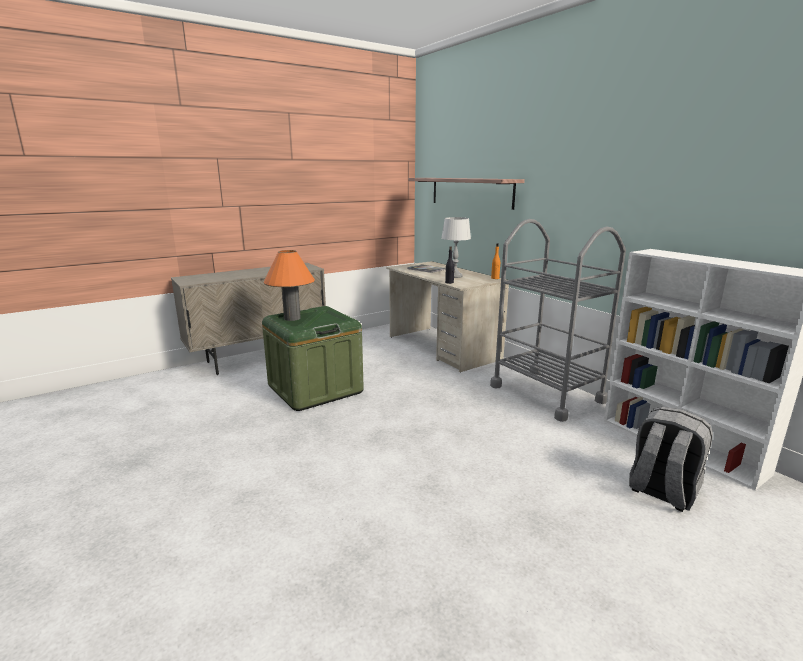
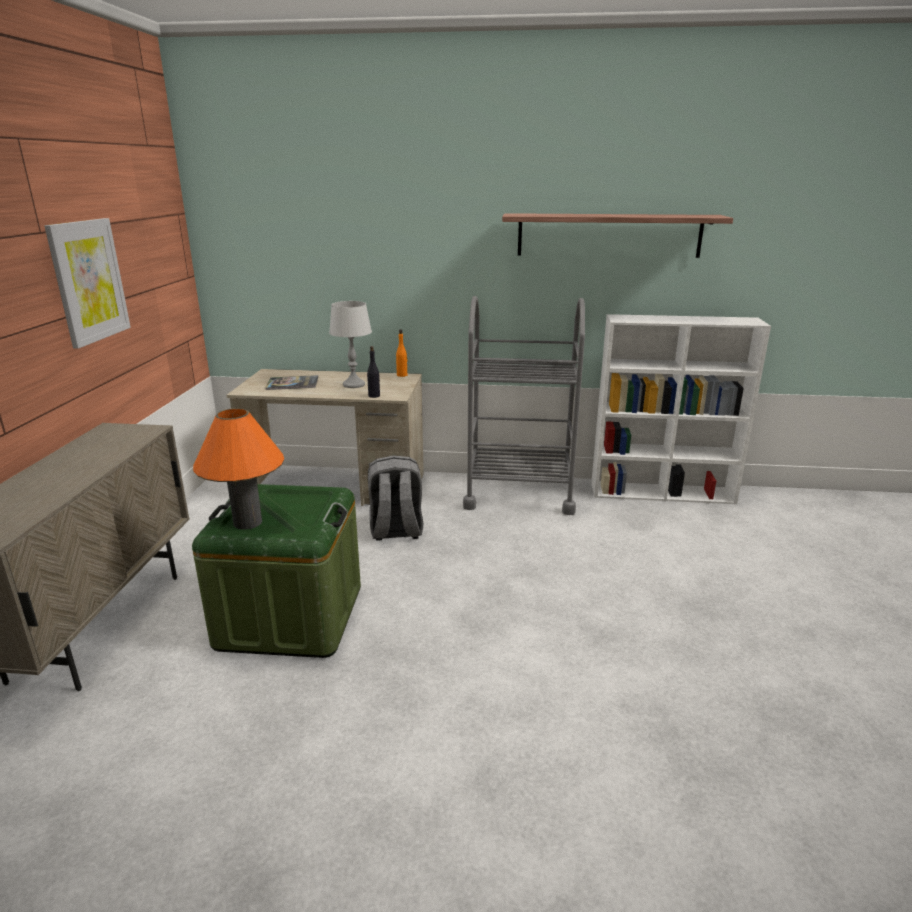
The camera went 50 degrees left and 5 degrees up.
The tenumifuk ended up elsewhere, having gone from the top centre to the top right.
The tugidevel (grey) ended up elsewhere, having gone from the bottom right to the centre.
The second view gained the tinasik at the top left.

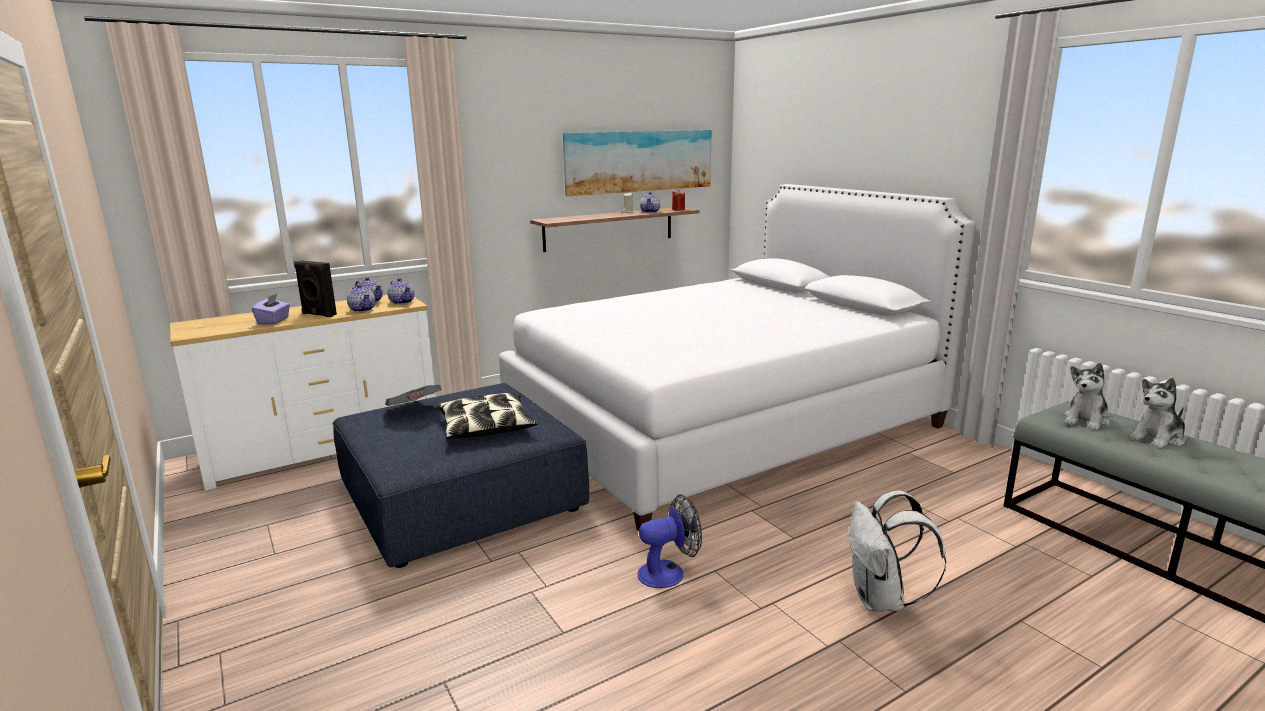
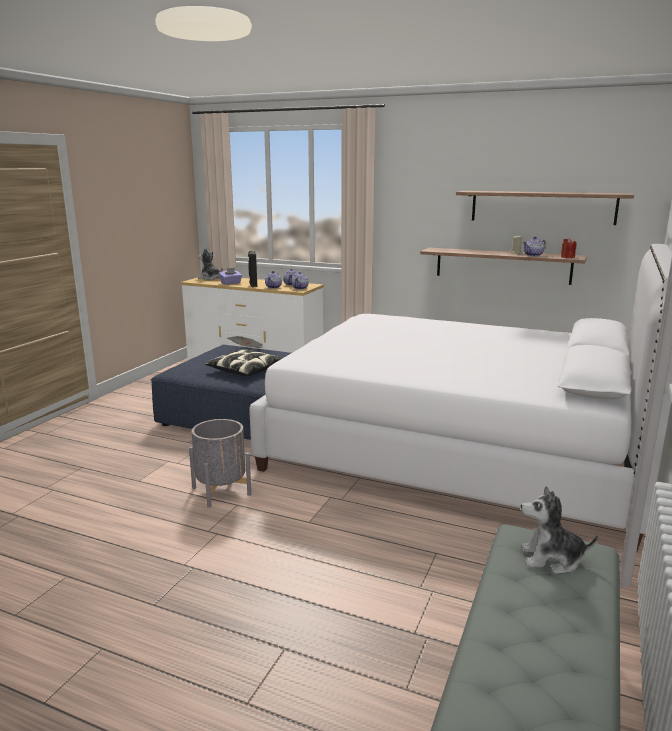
The camera went 55 degrees right and 0 degrees up.
Where the tinasik hung at the top centre, the tenumifuk (2nd from left) came to hang at the top right.
Where the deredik stood at the bottom centre, the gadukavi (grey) came to stand at the middle left.
The second view lost the tugidevel (white) at the bottom right.
The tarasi (2nd from left in the first image) ended up elsewhere, having gone from the middle right to the middle left.

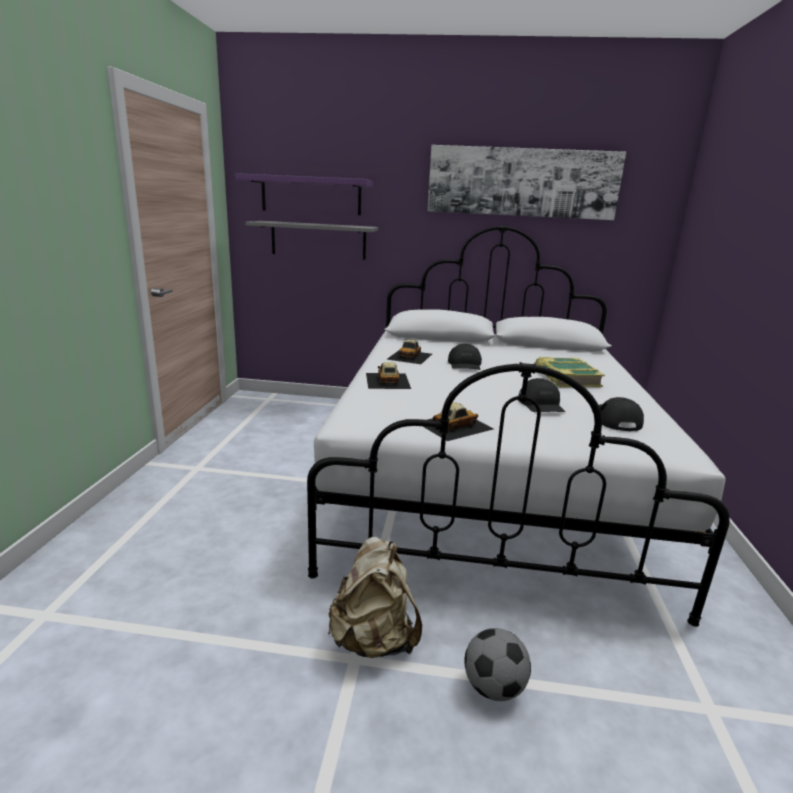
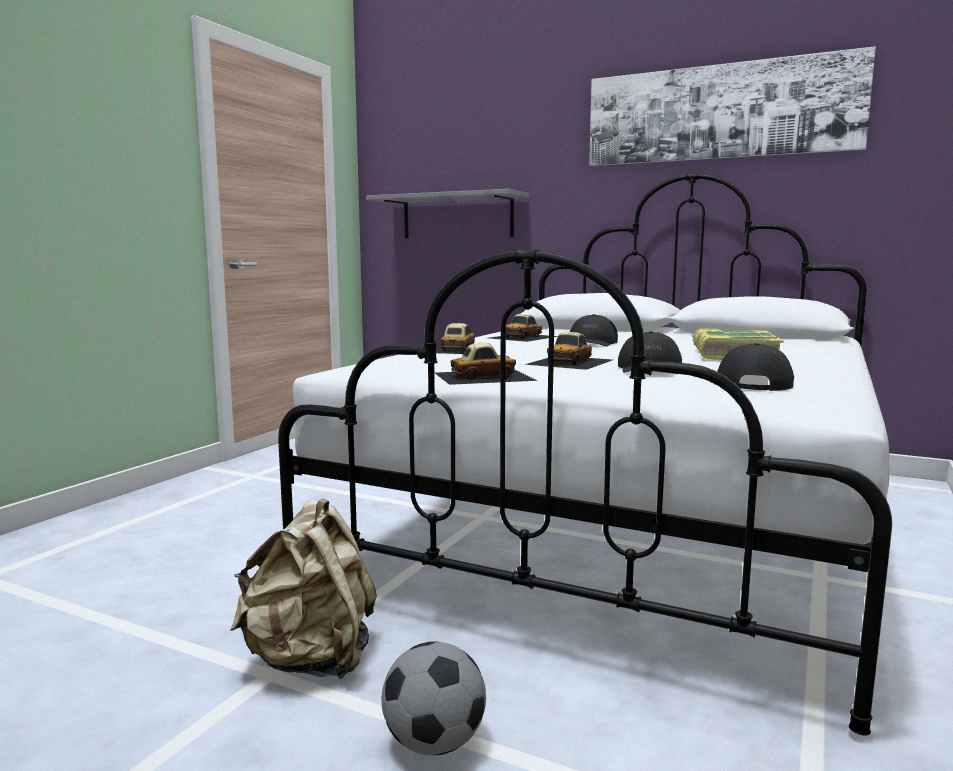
The camera went 20 degrees right and 10 degrees down.
The second view lost the tenumifuk (purple) at the top centre.
The second view gained the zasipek (4th from left) at the centre.

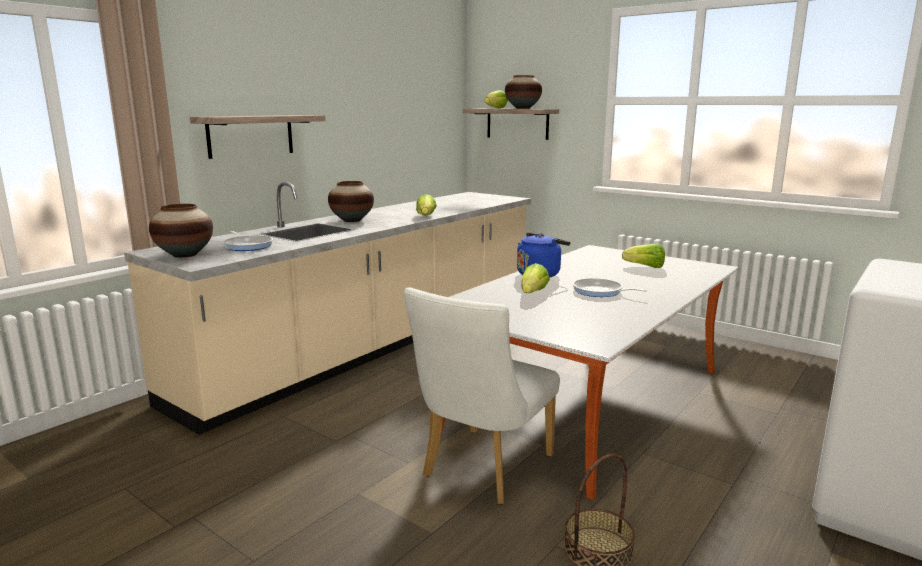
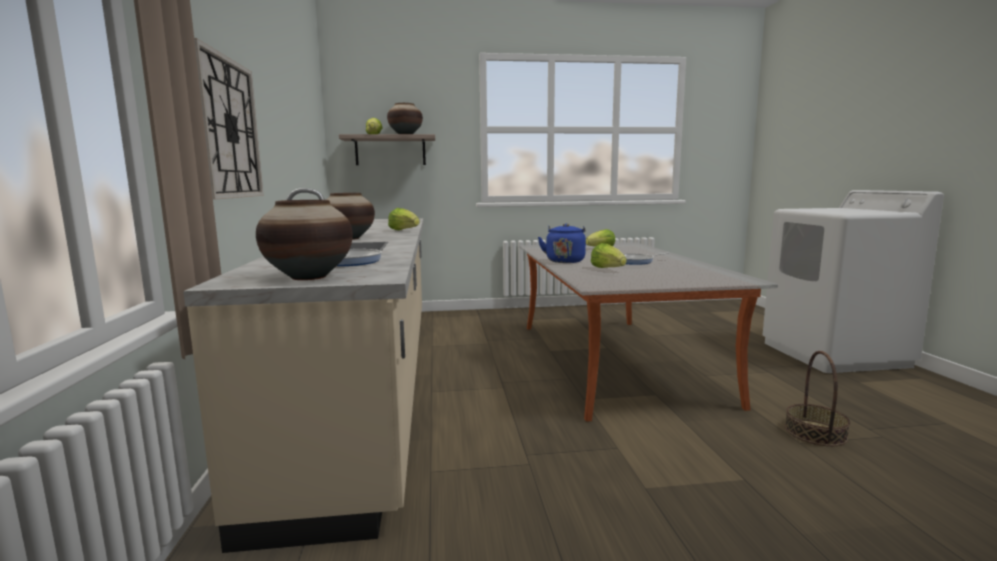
The camera went 45 degrees left and 5 degrees down.
Where the tenumifuk (1st from left) hung at the top left, the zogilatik came to hang at the top left.
The second view lost the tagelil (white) at the bottom centre.

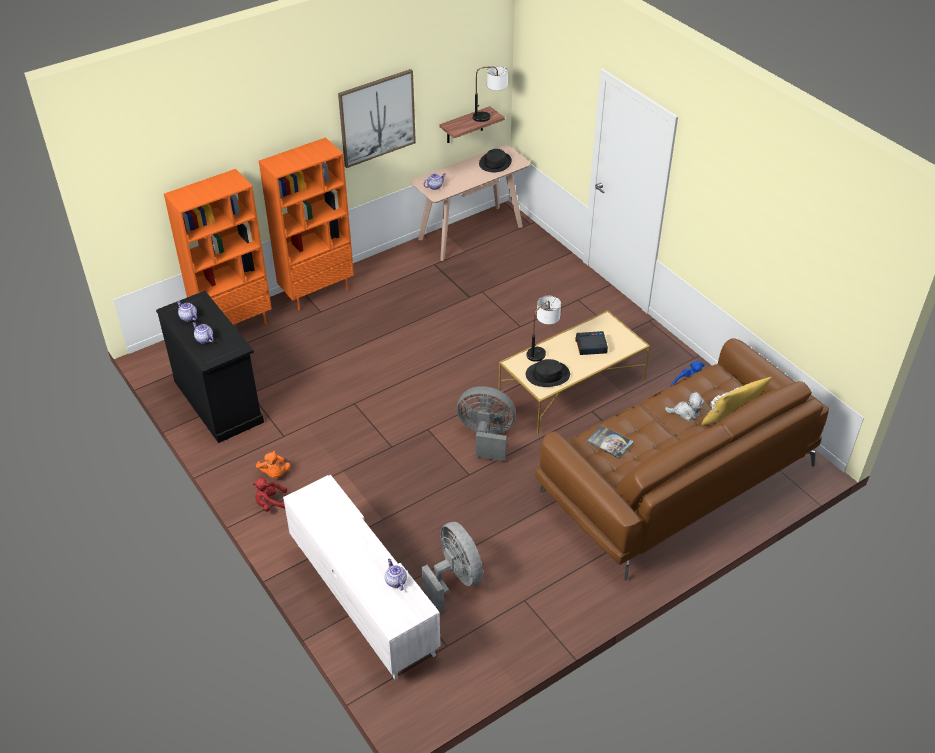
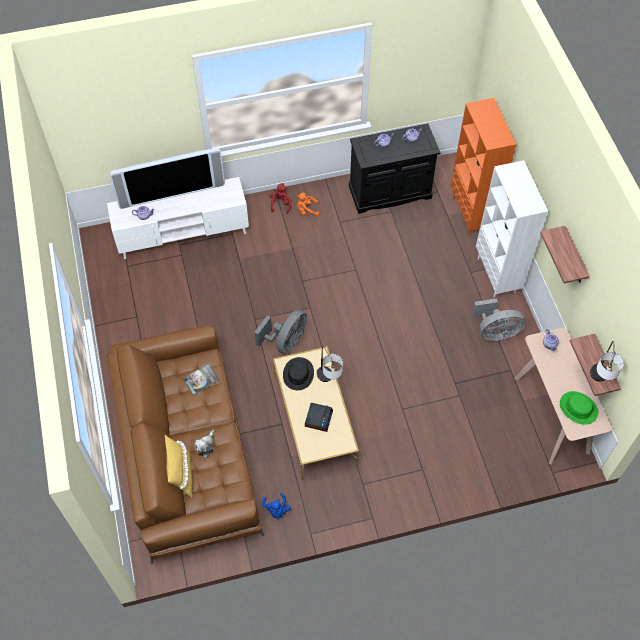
The camera went 110 degrees right and 15 degrees up.
What was the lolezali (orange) (2nd from left) at the top left turned into the lolezali (white) at the middle right.
Where the tinasik hung at the top centre, the tenumifuk (1st from left) came to hang at the middle right.
The deredik (grey) (1st from left in the first image) ended up elsewhere, having gone from the bottom centre to the middle right.
What was the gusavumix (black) (1st from left) at the top centre turned into the gusavumix (green) at the middle right.
The second view gained the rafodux at the top left.

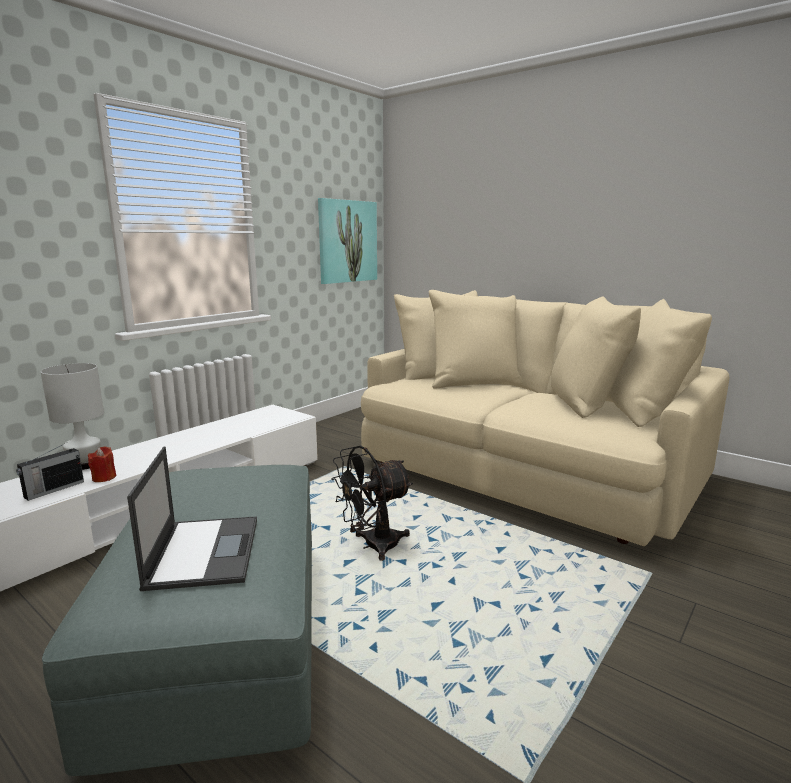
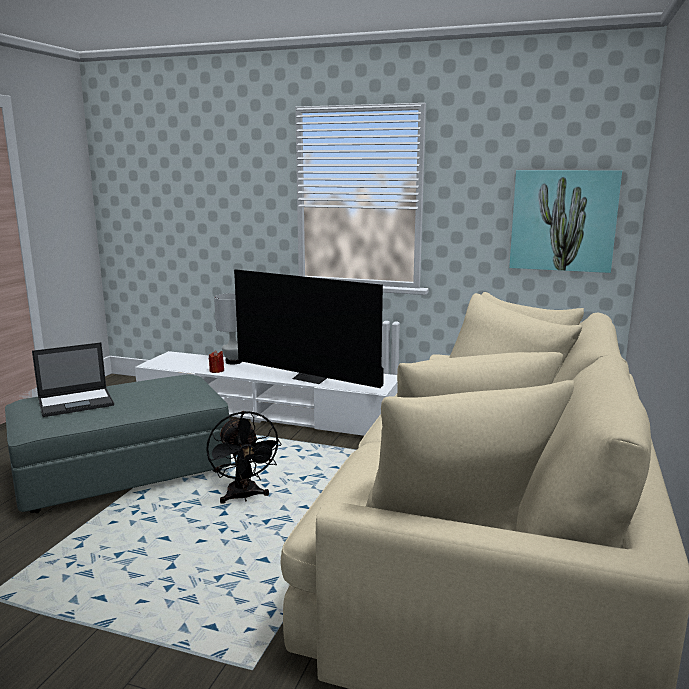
The camera went 70 degrees right and 0 degrees up.
The second view lost the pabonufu at the middle left.
The deredik (black) at the centre ended up facing another way, 150 degrees counterclockwise from before.
The second view gained the rafodux at the centre.

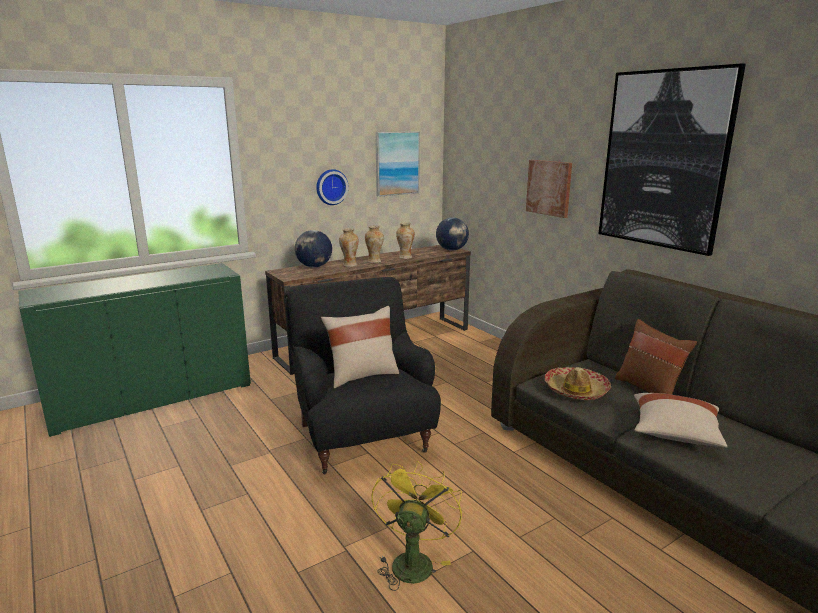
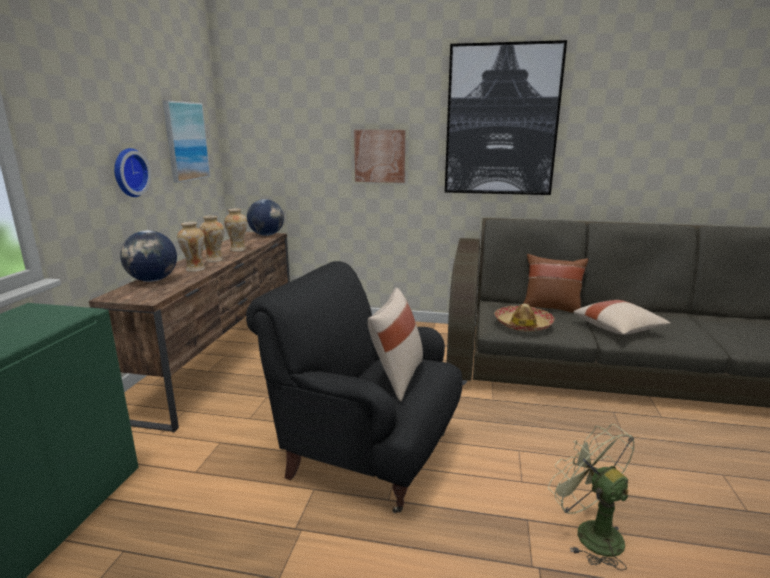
The camera went 45 degrees left and 0 degrees up.
What was the deredik (yellow) at the bottom centre turned into the deredik (green) at the bottom right.

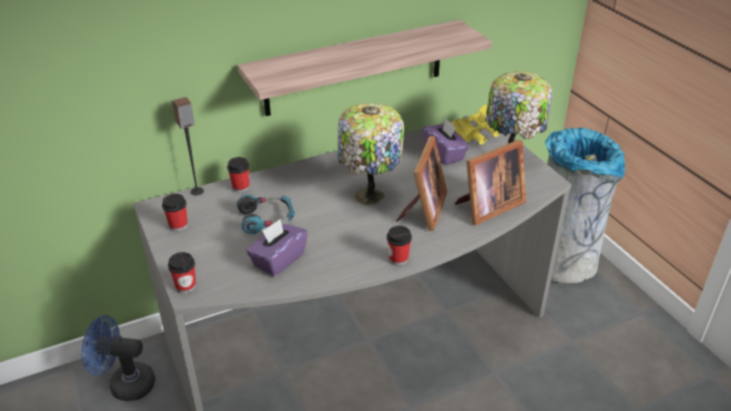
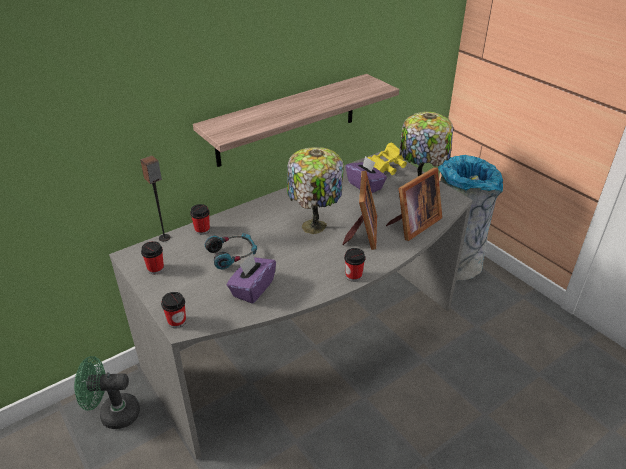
The camera went 10 degrees left and 0 degrees up.
What was the deredik (blue) at the bottom left turned into the deredik (green) at the bottom left.

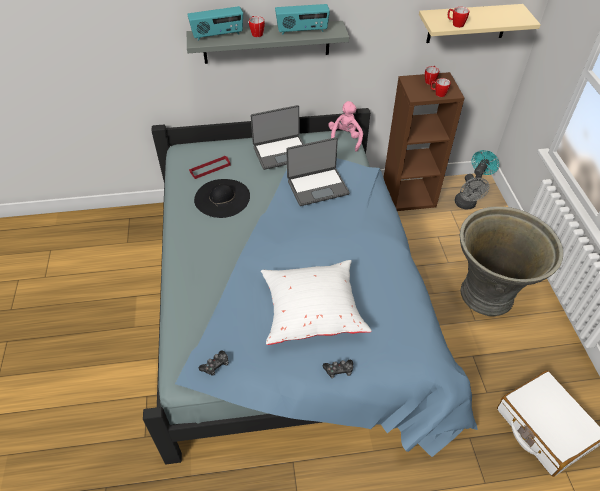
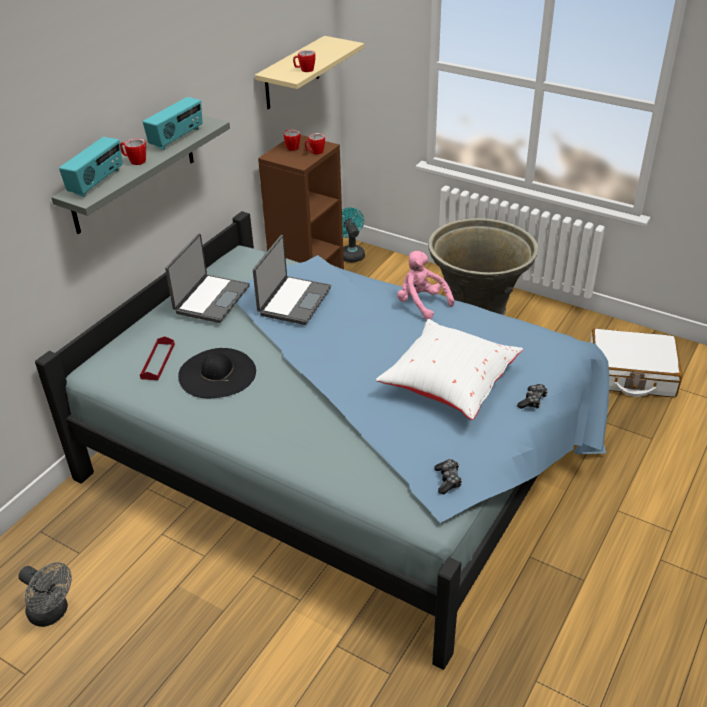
The camera went 50 degrees left and 10 degrees down.
The tarasi (pink) ended up elsewhere, having gone from the top centre to the centre.
The deredik (grey) ended up elsewhere, having gone from the middle right to the bottom left.

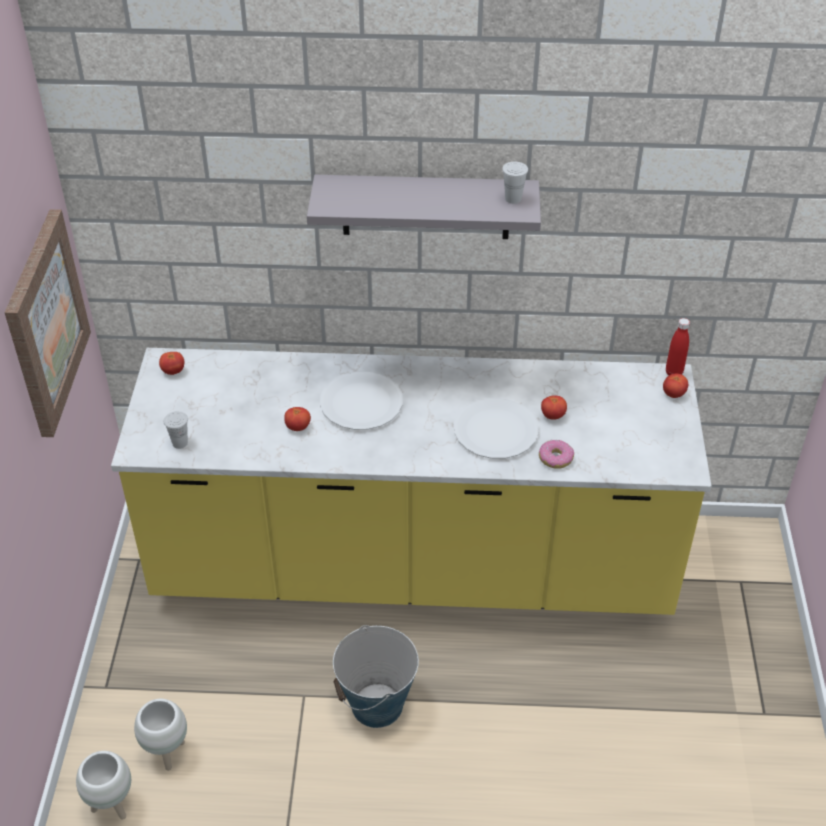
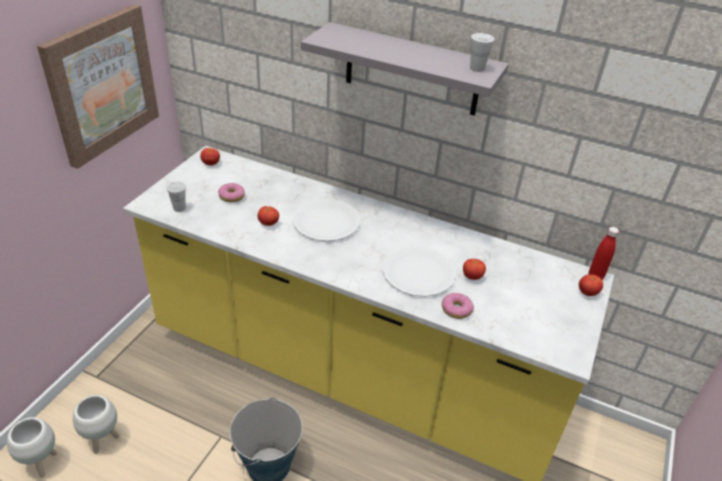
The camera went 20 degrees right and 5 degrees down.
The second view gained the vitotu (1st from left) at the middle left.

